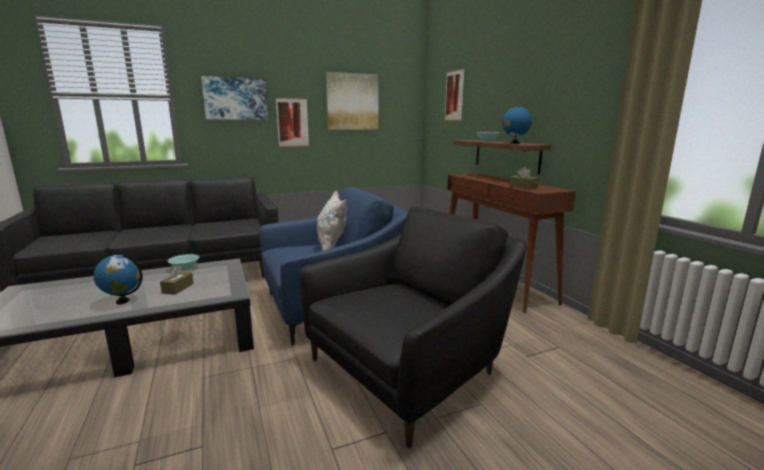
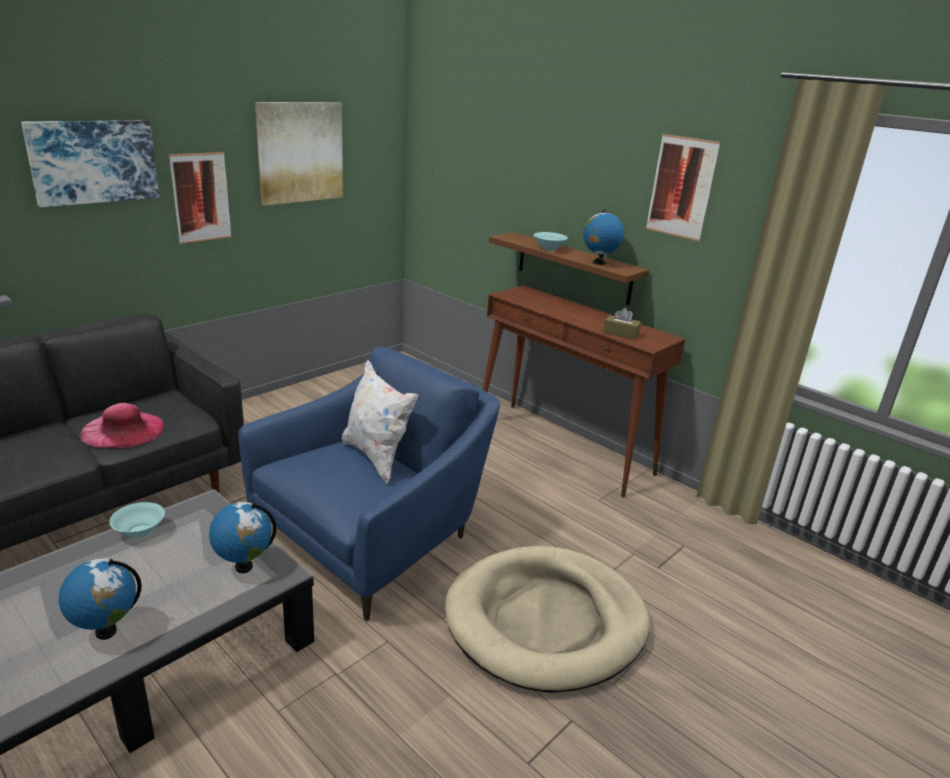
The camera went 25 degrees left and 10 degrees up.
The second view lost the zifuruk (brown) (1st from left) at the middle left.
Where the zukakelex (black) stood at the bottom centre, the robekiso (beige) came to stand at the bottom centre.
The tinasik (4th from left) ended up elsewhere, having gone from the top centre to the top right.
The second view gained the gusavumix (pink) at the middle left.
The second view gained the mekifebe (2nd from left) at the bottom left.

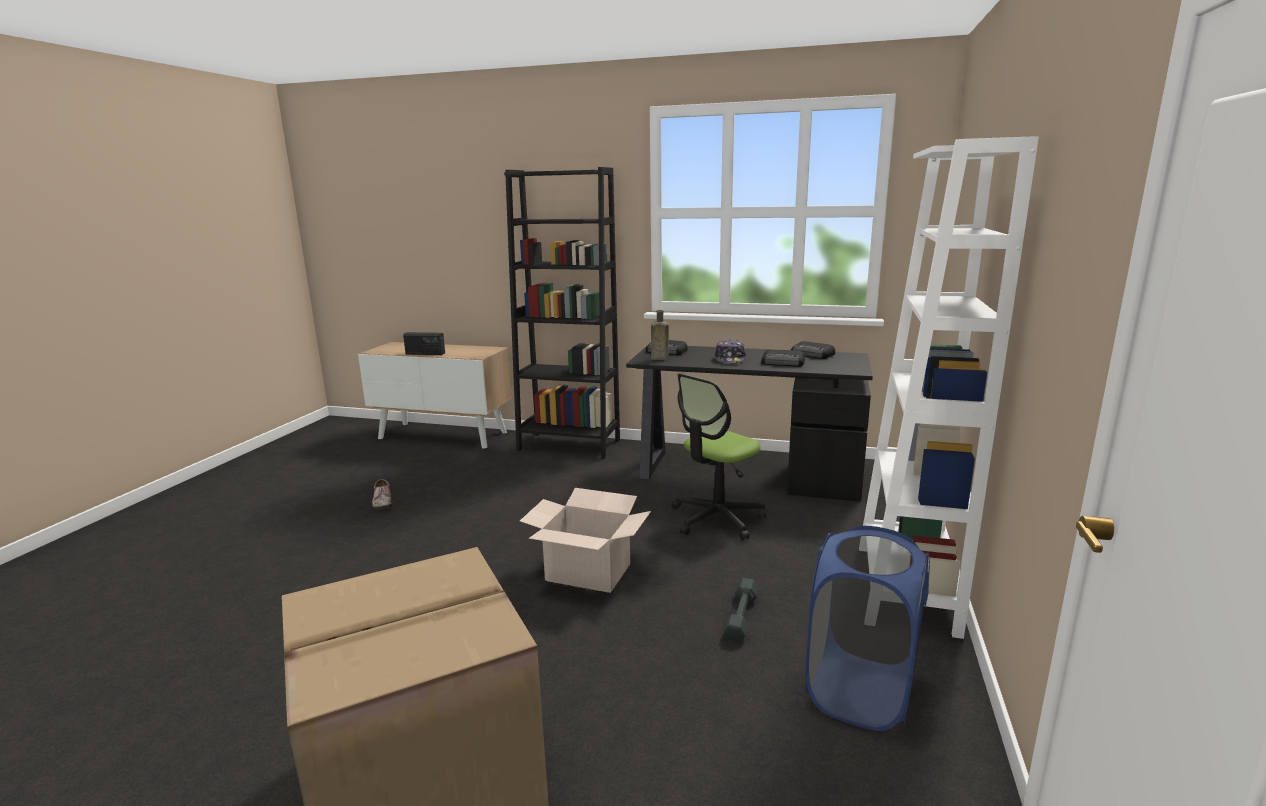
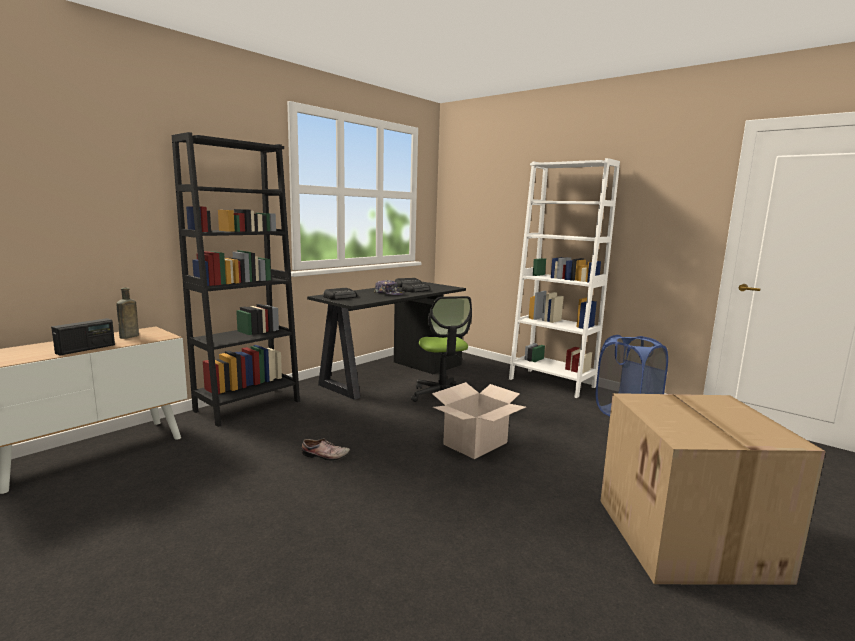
The camera went 65 degrees left and 5 degrees down.
The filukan ended up elsewhere, having gone from the middle left to the bottom centre.
The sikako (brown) ended up elsewhere, having gone from the centre to the middle left.
The second view lost the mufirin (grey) at the bottom centre.

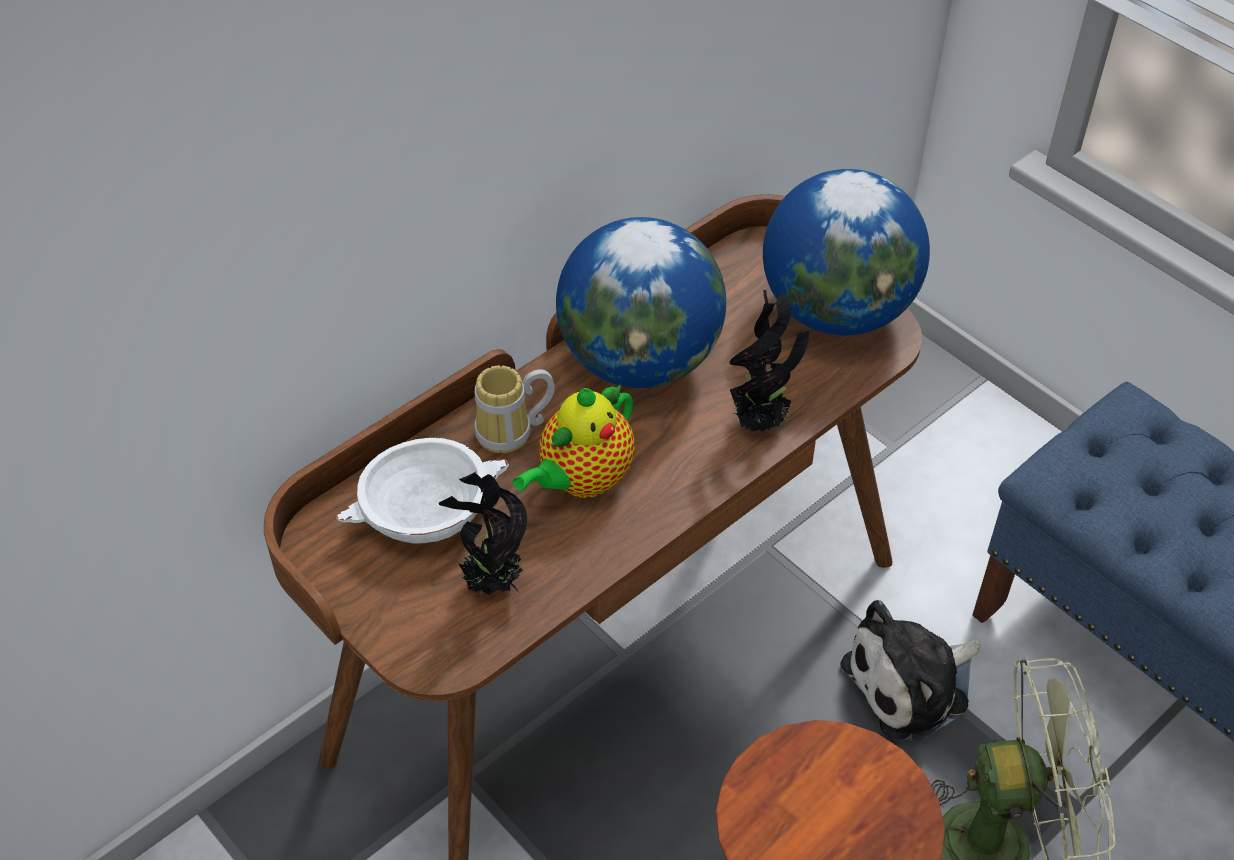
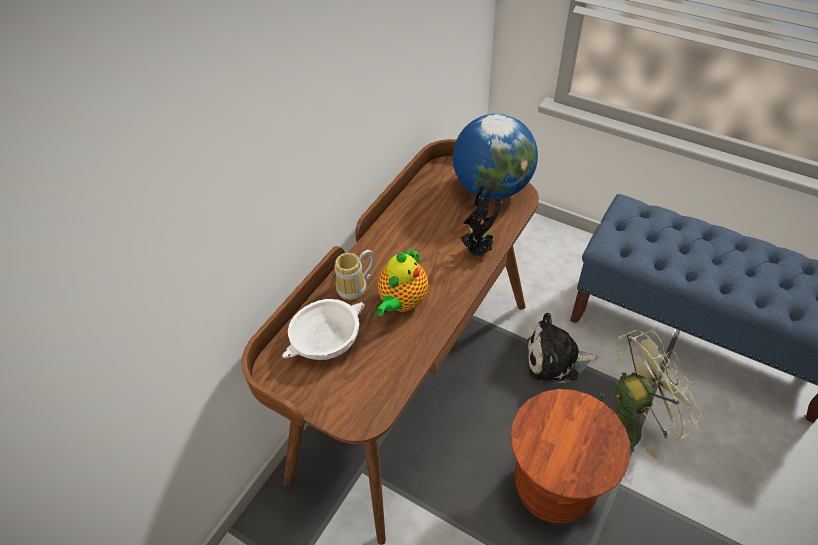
The camera went 15 degrees left and 0 degrees up.
The second view lost the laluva (1st from left) at the centre.
The second view lost the mekifebe (1st from left) at the centre.
The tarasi at the bottom right ended up facing another way, 45 degrees clockwise from before.

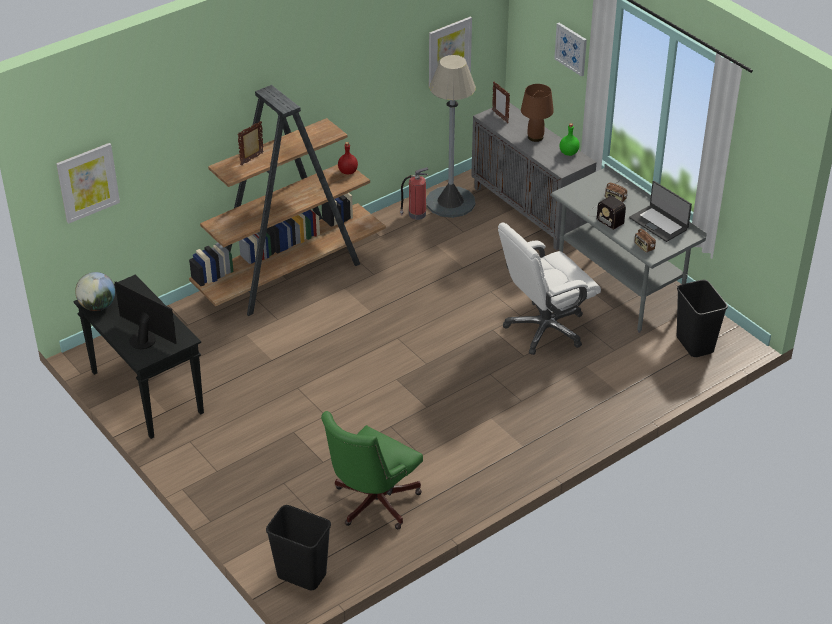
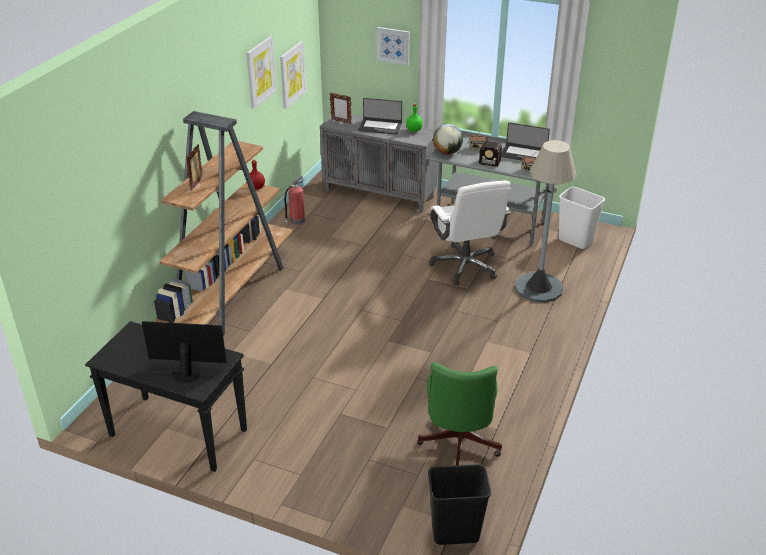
The camera went 30 degrees left and 5 degrees down.
The tinasik (1st from left) ended up elsewhere, having gone from the top left to the top centre.
The mekifebe ended up elsewhere, having gone from the middle left to the top centre.
The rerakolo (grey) ended up elsewhere, having gone from the top centre to the middle right.
The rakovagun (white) at the centre ended up facing another way, 45 degrees counterclockwise from before.
Where the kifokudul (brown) stood at the top centre, the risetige (1st from left) came to stand at the top centre.
What was the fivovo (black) (2nd from left) at the middle right turned into the fivovo (white) at the middle right.

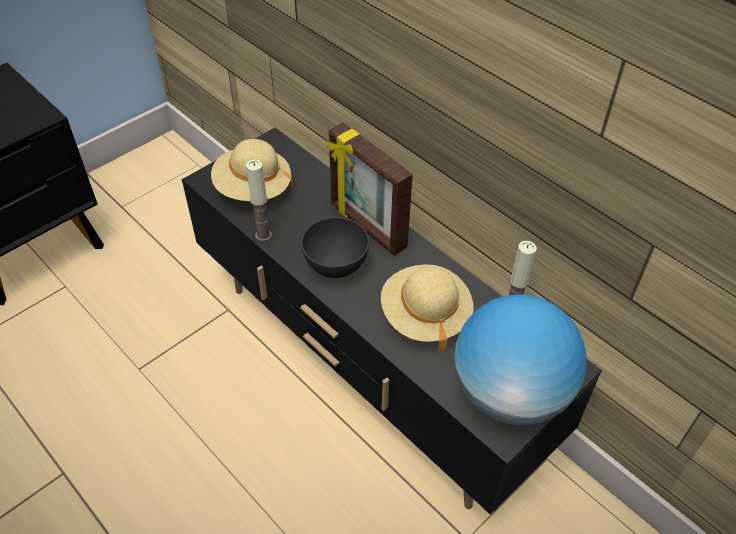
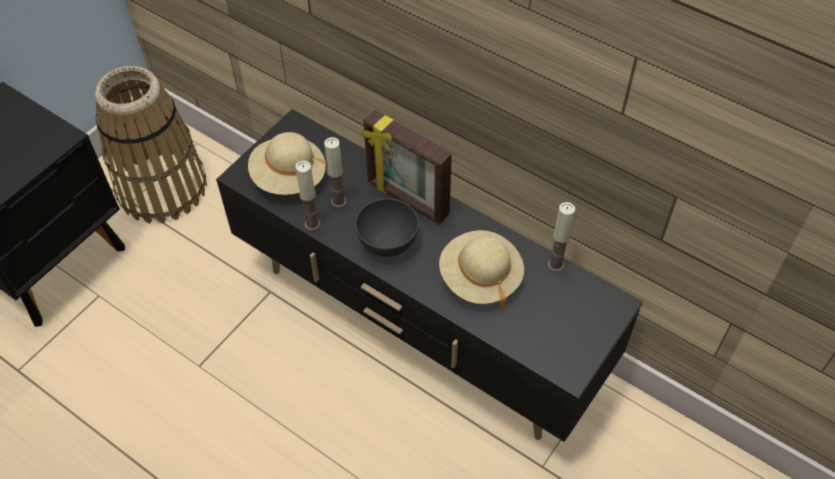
The camera went 10 degrees left and 5 degrees up.
The second view lost the mekifebe at the bottom right.
The second view gained the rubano at the top left.
The second view gained the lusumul (2nd from left) at the centre.

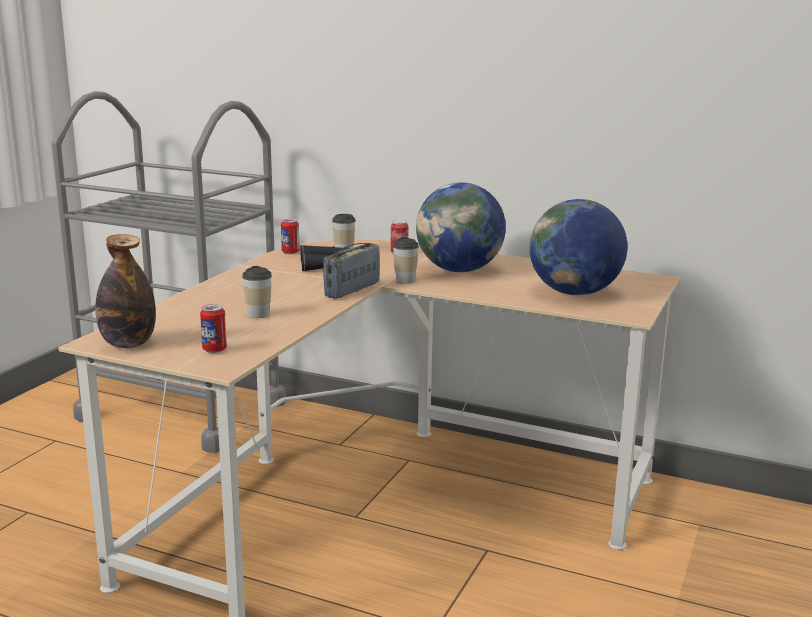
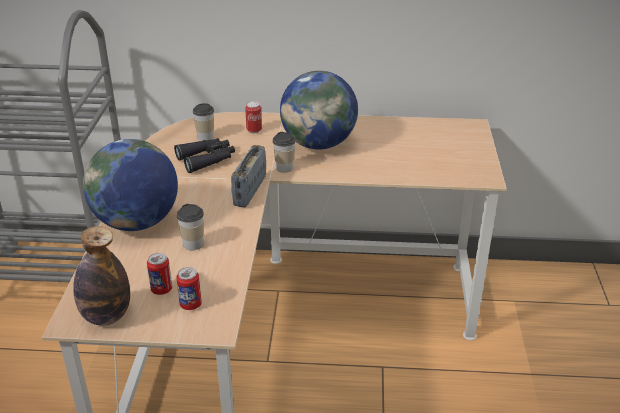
The camera went 20 degrees left and 15 degrees up.
The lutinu (2nd from left in the first image) ended up elsewhere, having gone from the centre to the middle left.
The mekifebe (2nd from left in the first image) ended up elsewhere, having gone from the middle right to the middle left.

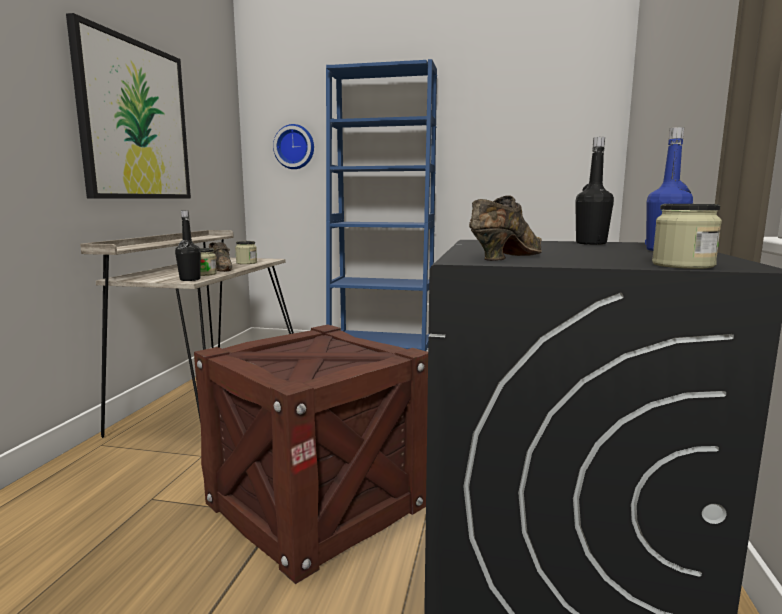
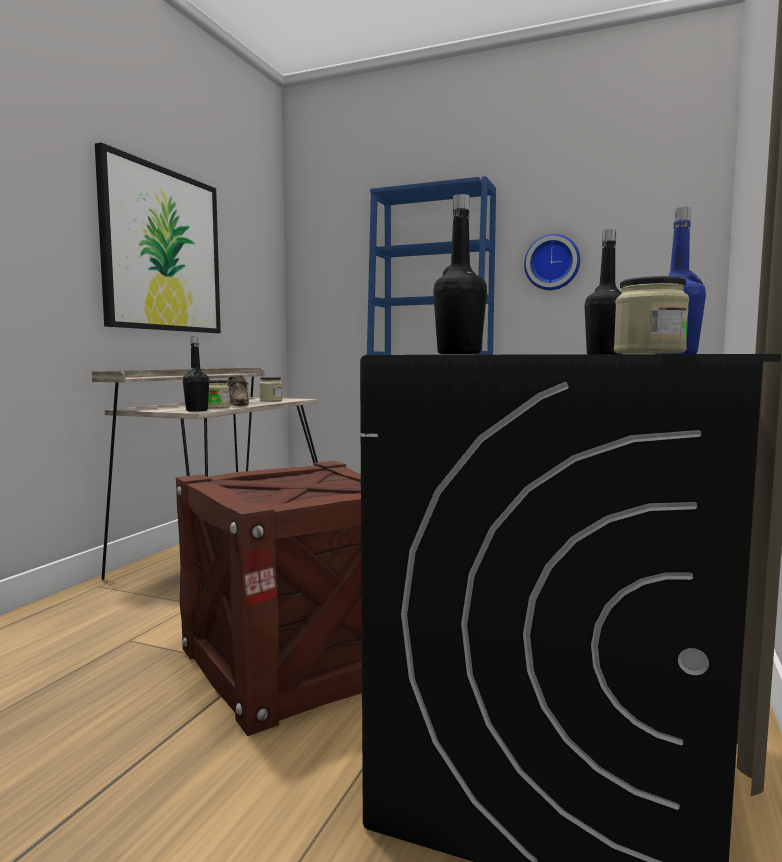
The camera went 10 degrees right and 5 degrees down.
The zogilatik ended up elsewhere, having gone from the top centre to the top right.
Where the filukan (brown) (2nd from left) stood at the centre, the sikako (black) (2nd from left) came to stand at the top centre.

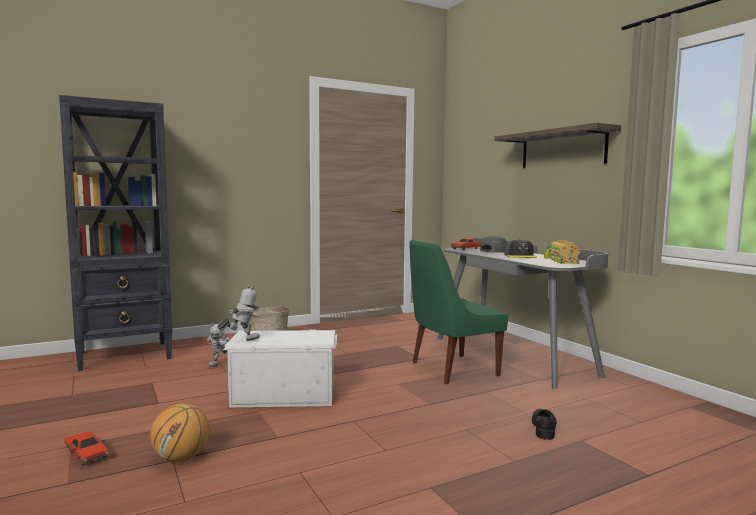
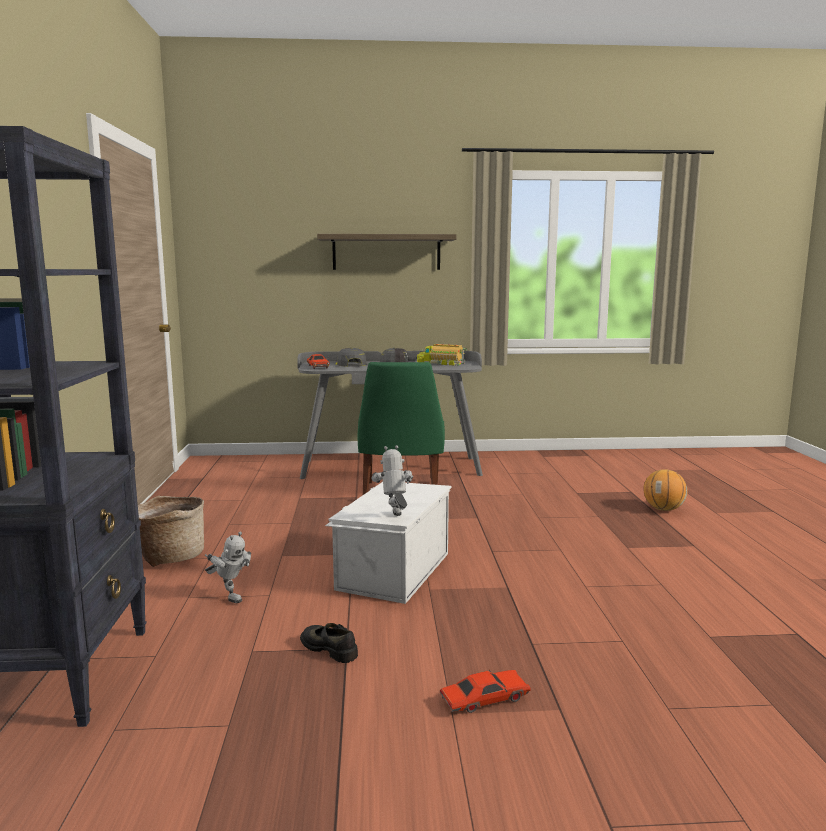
The camera went 65 degrees left and 5 degrees up.
The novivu ended up elsewhere, having gone from the bottom left to the middle right.
The filukan (black) ended up elsewhere, having gone from the bottom right to the bottom centre.

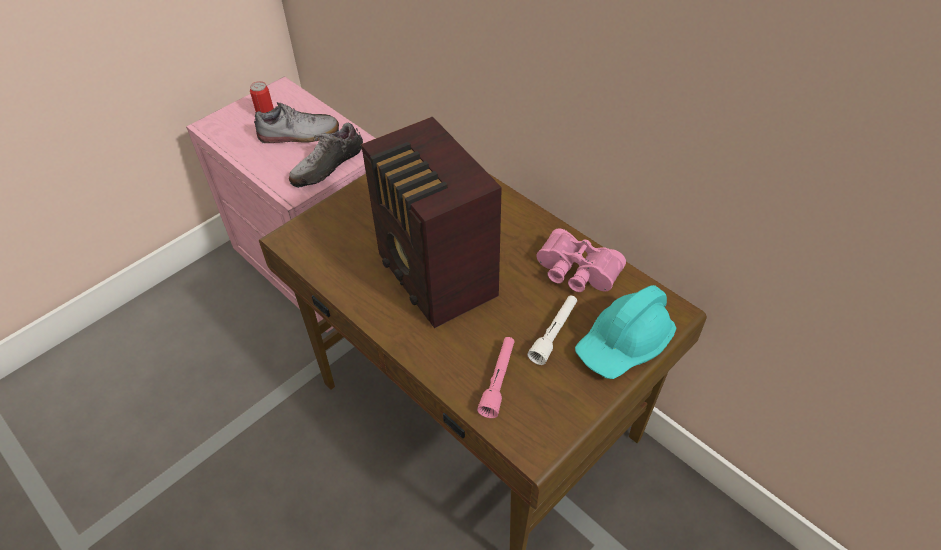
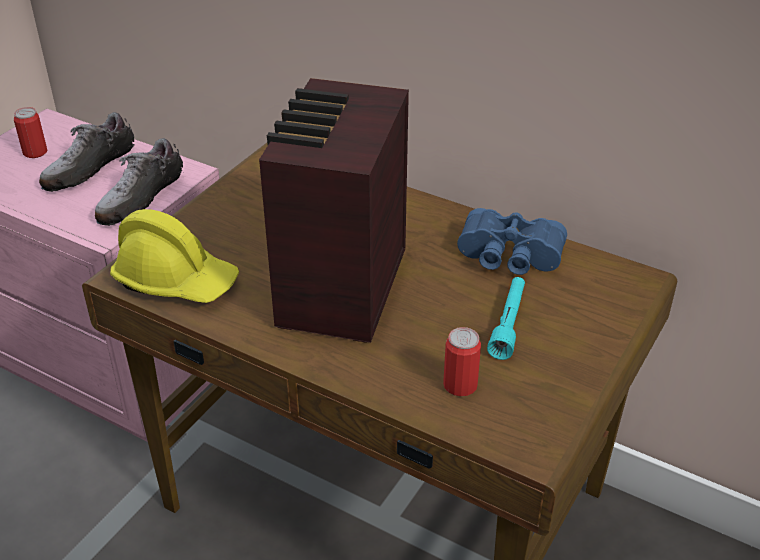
The camera went 15 degrees left and 10 degrees down.
The filukan (1st from left) at the top left ended up facing another way, 150 degrees clockwise from before.
The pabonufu at the centre ended up facing another way, 60 degrees clockwise from before.
Where the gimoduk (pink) stood at the bottom centre, the lutinu (2nd from left) came to stand at the centre.
What was the gimoduk (white) at the centre turned into the gimoduk (turquoise) at the centre.
What was the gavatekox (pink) at the centre turned into the gavatekox (blue) at the middle right.
The second view lost the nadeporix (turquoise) at the centre.
The second view gained the nadeporix (yellow) at the middle left.

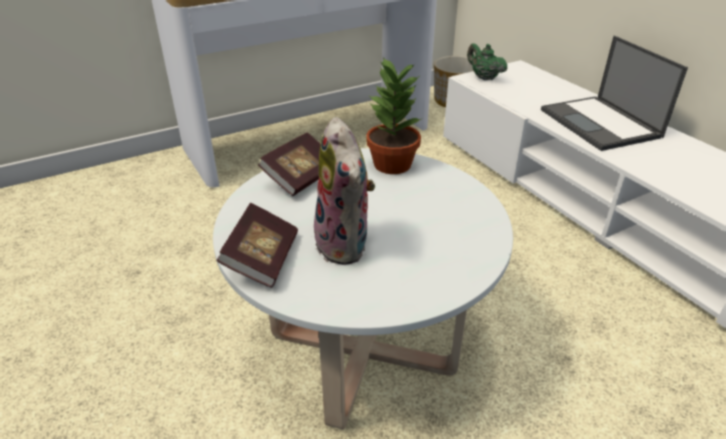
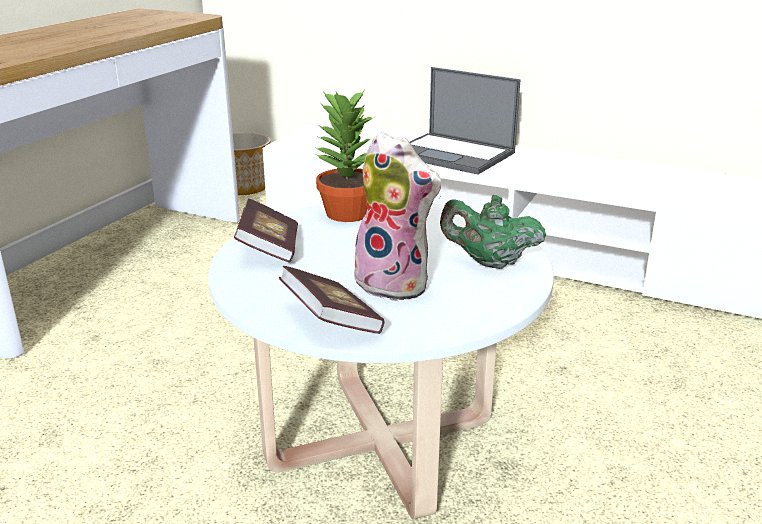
The camera went 35 degrees left and 10 degrees down.
The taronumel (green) ended up elsewhere, having gone from the top right to the centre.

